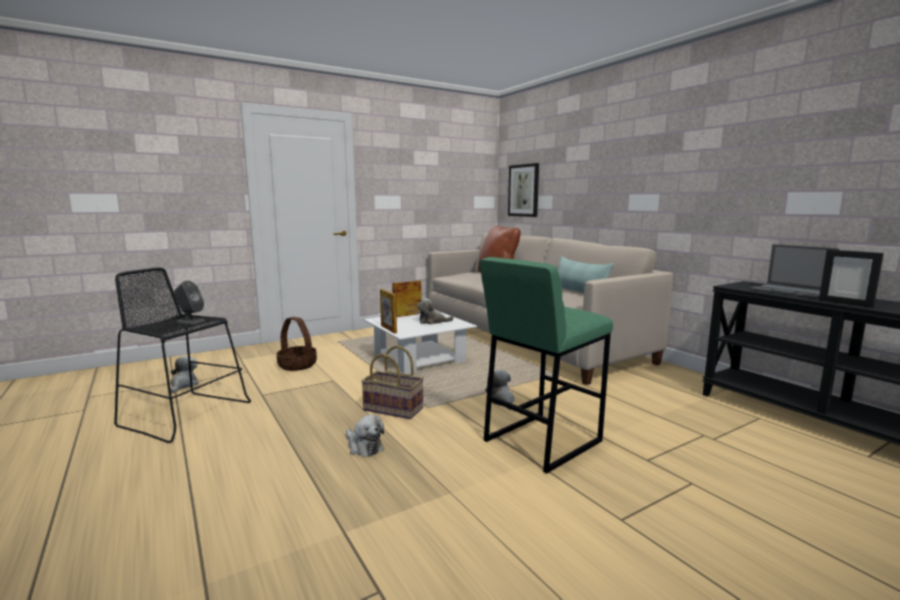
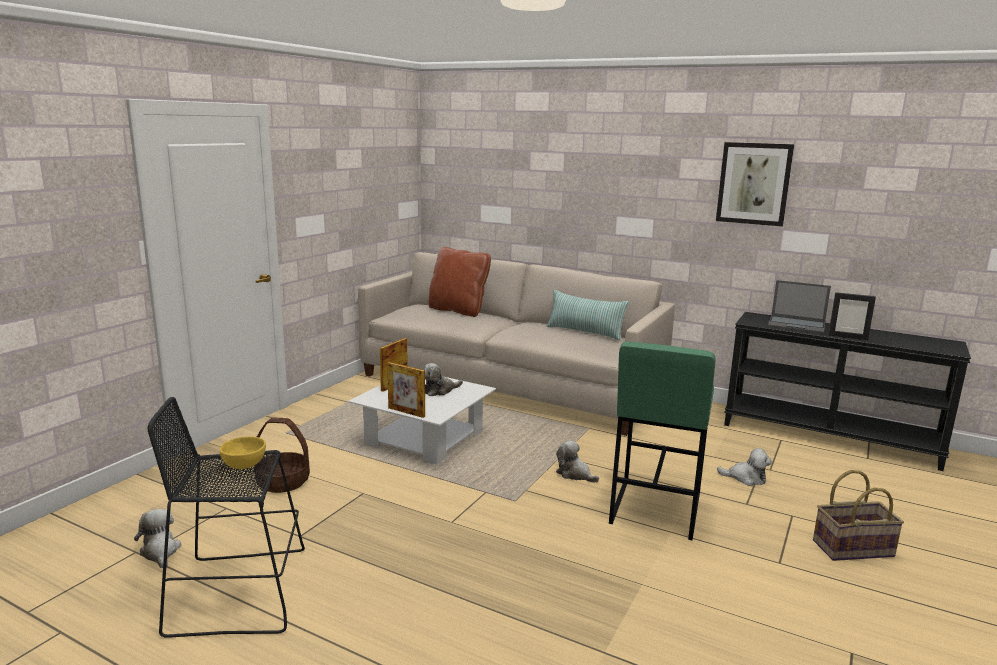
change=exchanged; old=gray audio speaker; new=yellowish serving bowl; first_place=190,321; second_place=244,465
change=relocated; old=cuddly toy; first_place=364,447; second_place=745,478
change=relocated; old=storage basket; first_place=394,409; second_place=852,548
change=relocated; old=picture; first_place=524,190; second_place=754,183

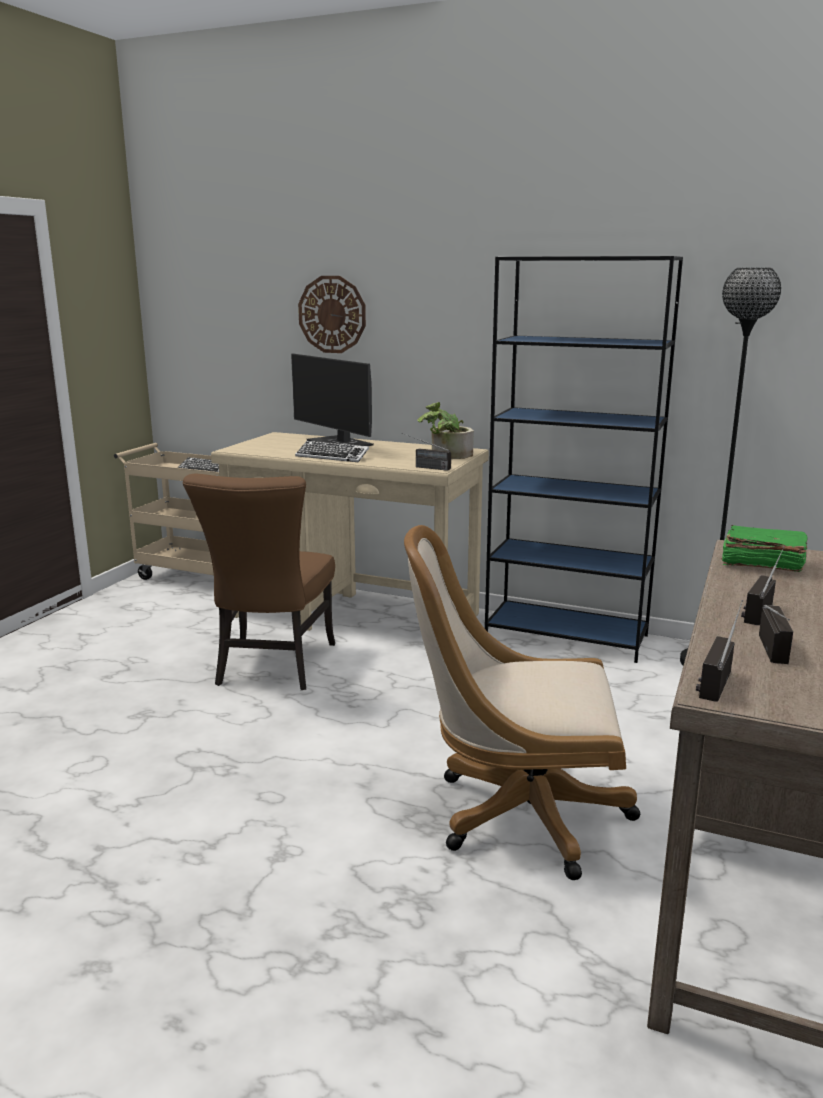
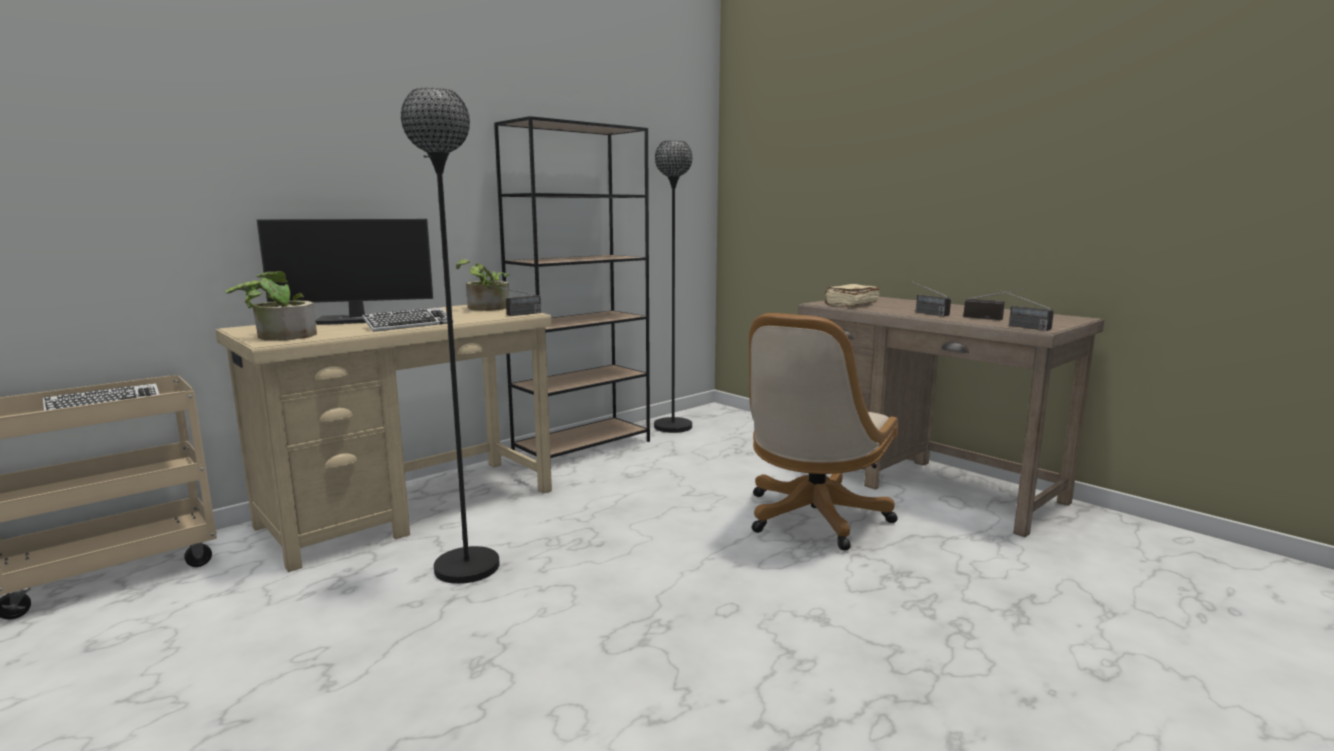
change=exchanged; old=brownish chair; new=black floor lamp; first_place=272,667; second_place=467,568
change=missing; old=wall clock; first_place=332,314
change=colour; old=blue-coloured bookcase; new=beige bookcase; first_place=567,636; second_place=583,448
change=colour; old=green-coloured bound book; new=beige bound book; first_place=761,563; second_place=850,304
change=appeared; new=potted plant; second_place=279,336

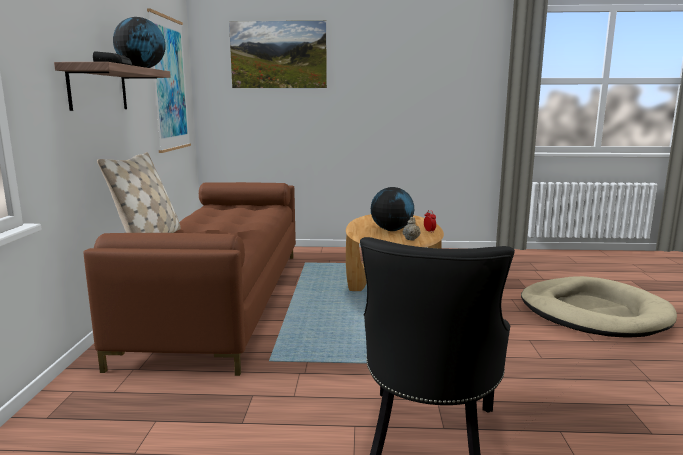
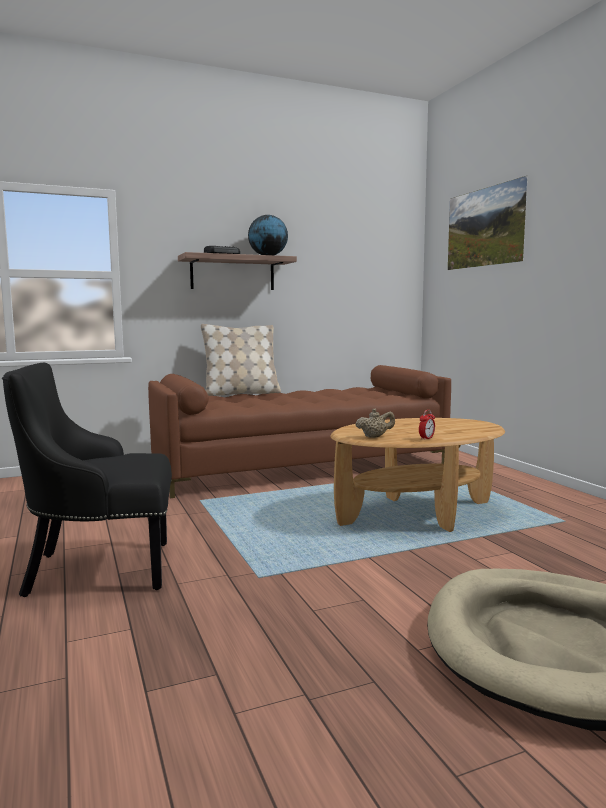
change=missing; old=picture; first_place=169,84
change=missing; old=world globe; first_place=391,230

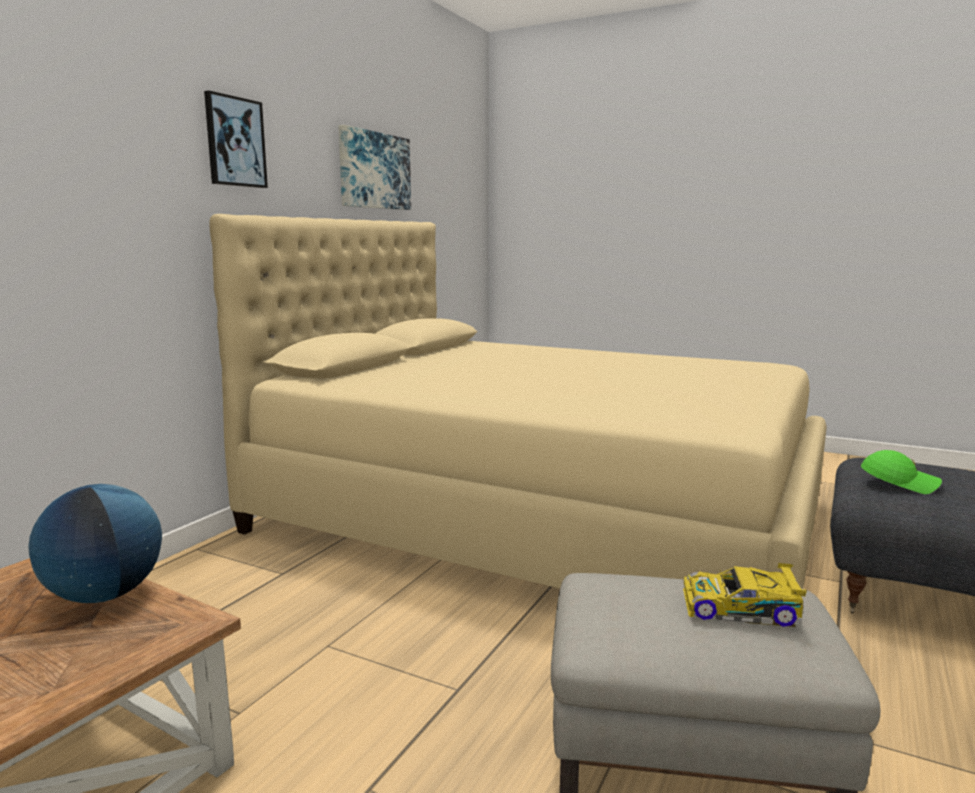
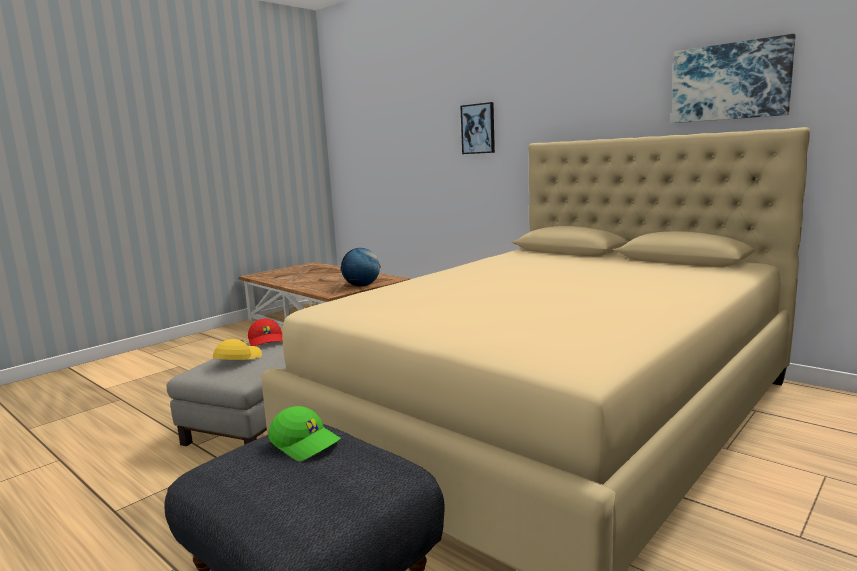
change=relocated; old=picture; first_place=235,142; second_place=478,128
change=exchanged; old=toy car; new=yellowish peaked cap; first_place=742,609; second_place=237,359
change=spun; old=green-coloured peaked cap; first_place=899,483; second_place=306,443; degrees=-90
change=appeared; new=red peaked cap; second_place=267,341

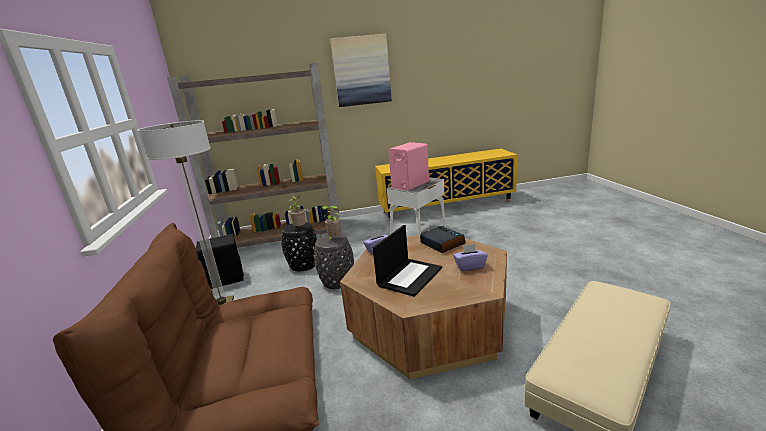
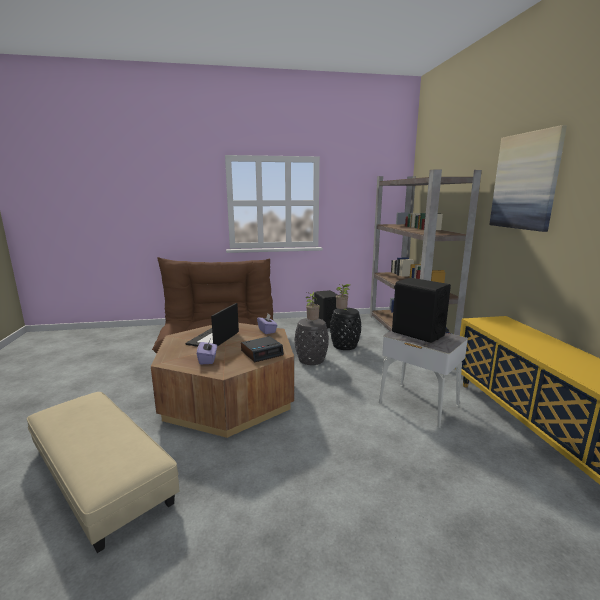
change=missing; old=floor lamp; first_place=222,304
change=spun; old=notebook computer; first_place=409,276; second_place=213,339; degrees=75
change=colour; old=pink-coloured audio speaker; new=black audio speaker; first_place=410,185; second_place=417,333

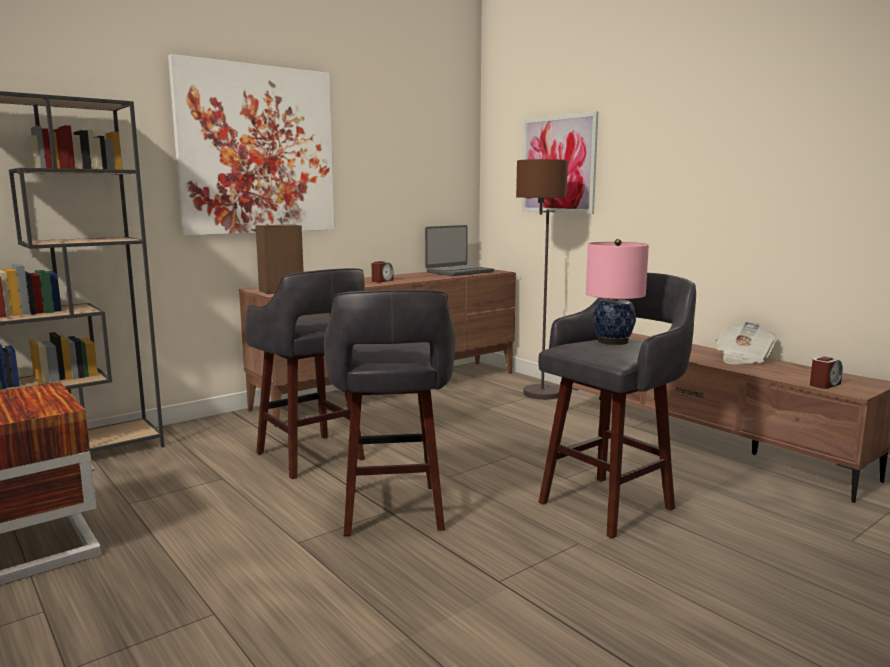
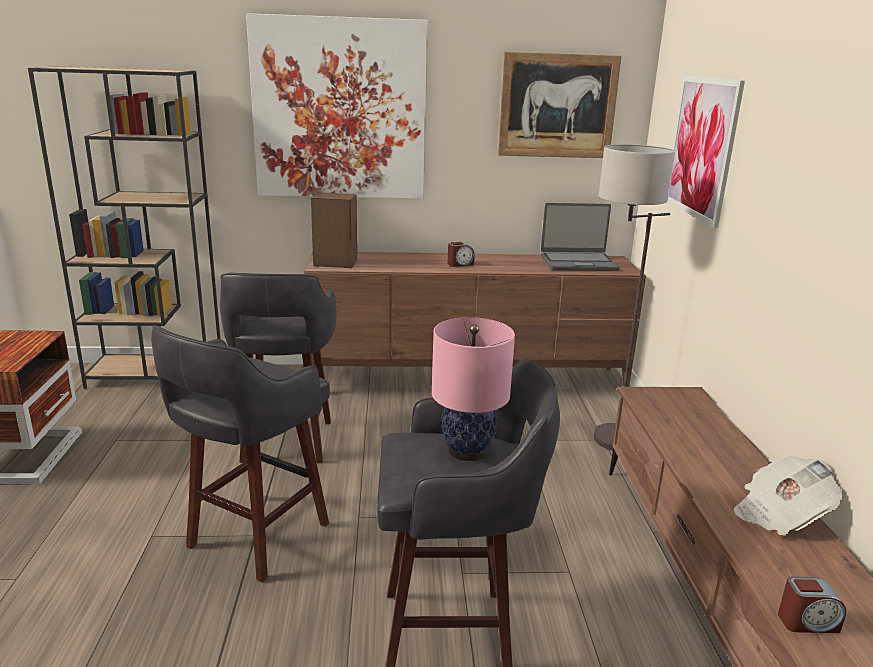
change=colour; old=brownish floor lamp; new=gray floor lamp; first_place=537,397; second_place=605,442
change=appeared; new=picture; second_place=557,106

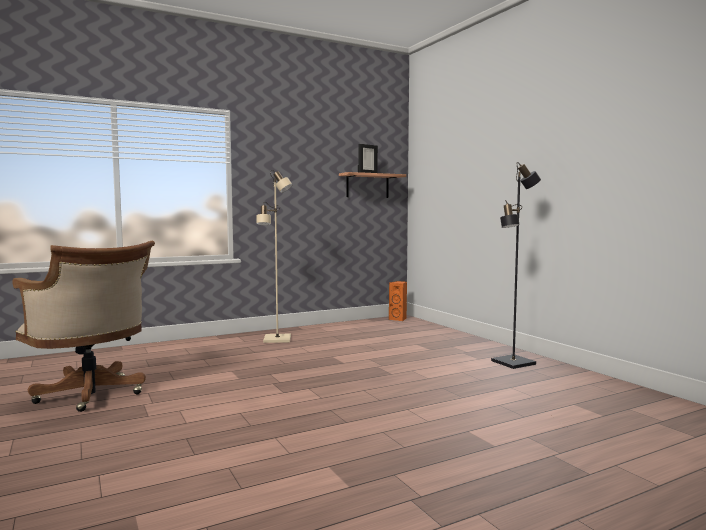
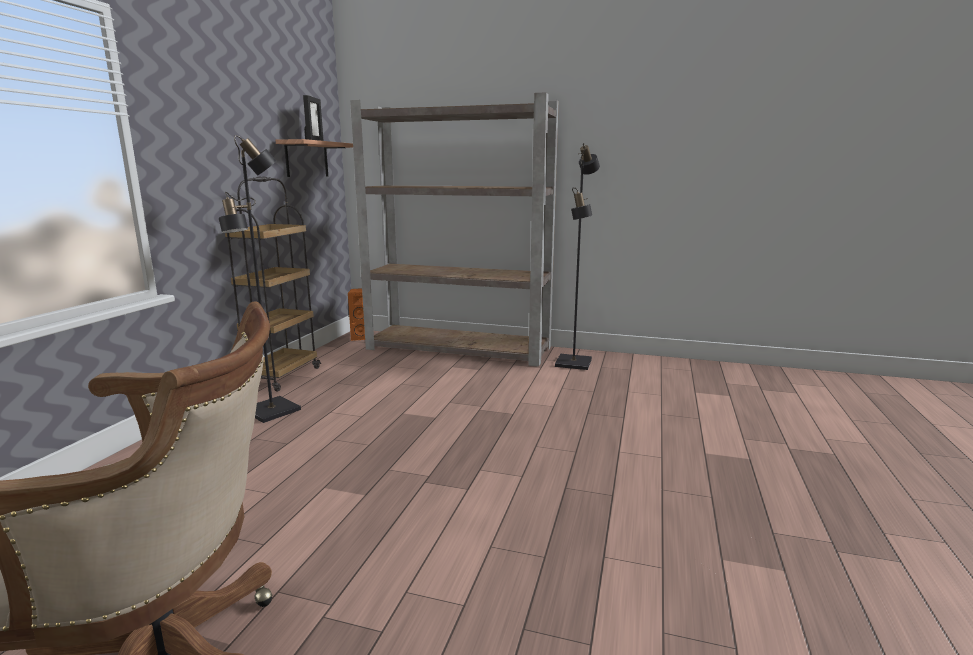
change=colour; old=beige floor lamp; new=black floor lamp; first_place=277,339; second_place=271,410
change=appeared; new=brownish trolley; second_place=283,378
change=appeared; new=brownish bookcase; second_place=459,348

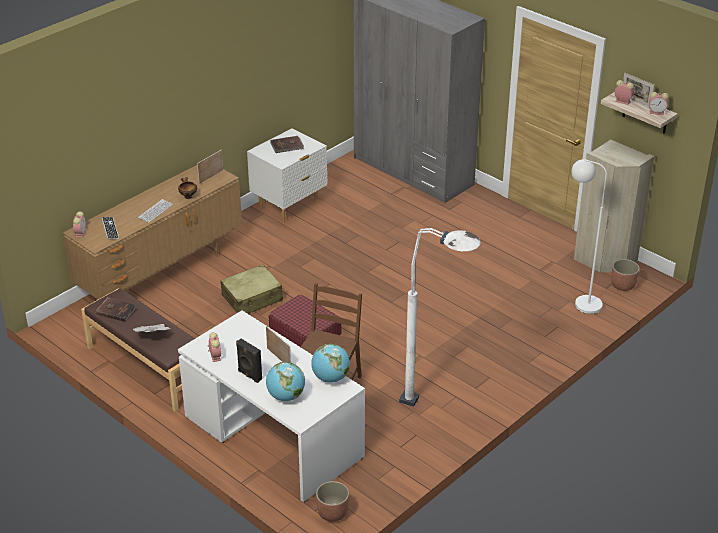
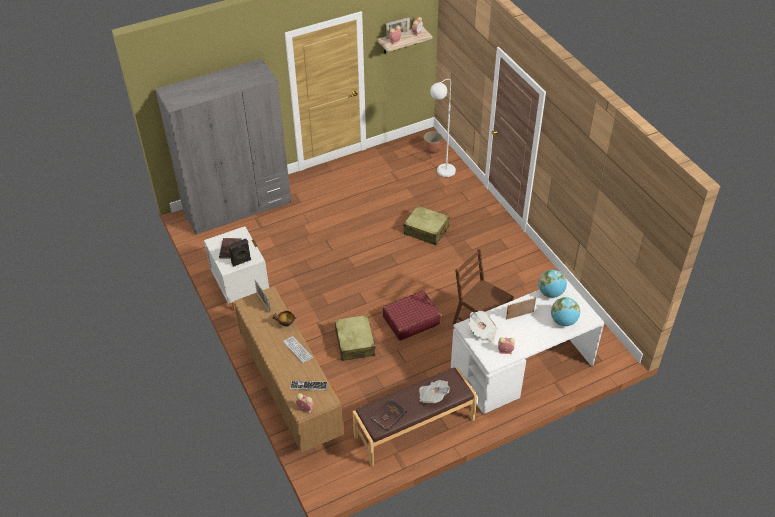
change=relocated; old=black audio speaker; first_place=249,375; second_place=241,262
change=missing; old=flower pot; first_place=332,513
change=missing; old=whitish floor lamp; first_place=439,409
change=missing; old=beige storage cabinet; first_place=605,259
change=appeared; new=beige piece of luggage; second_place=426,230
change=appeared; new=printed paper; second_place=482,332

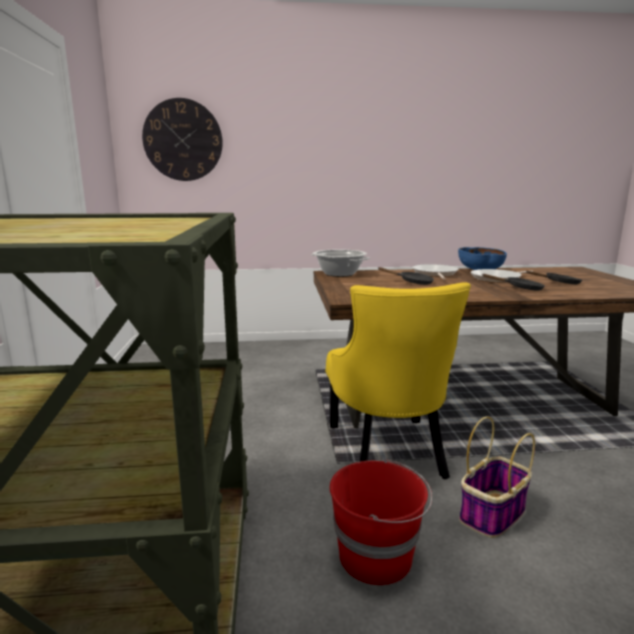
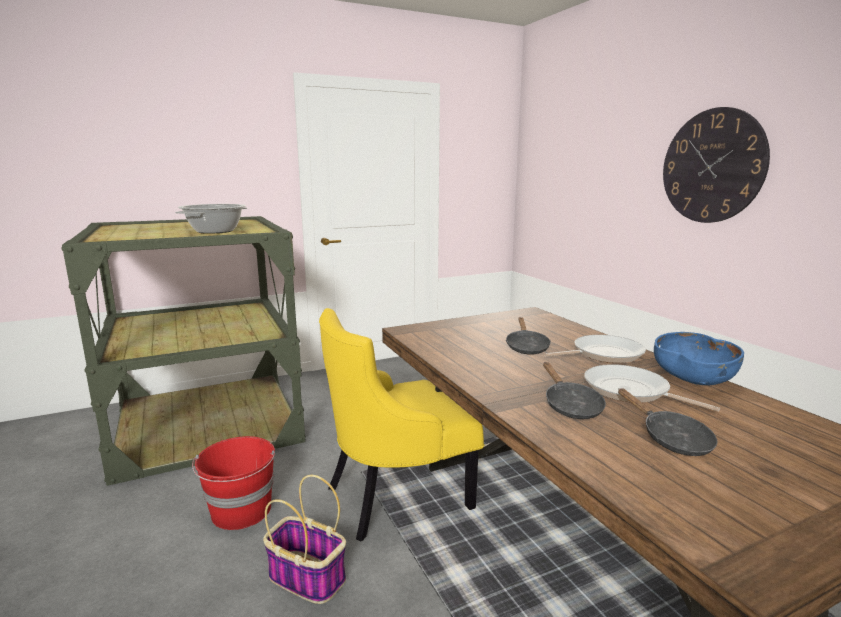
change=relocated; old=wall clock; first_place=183,140; second_place=712,166
change=relocated; old=saucepot; first_place=339,274; second_place=215,231

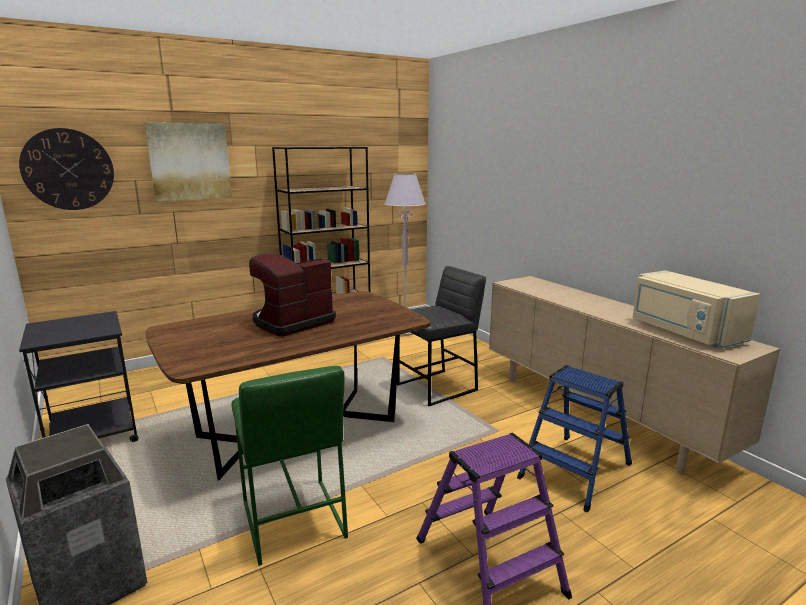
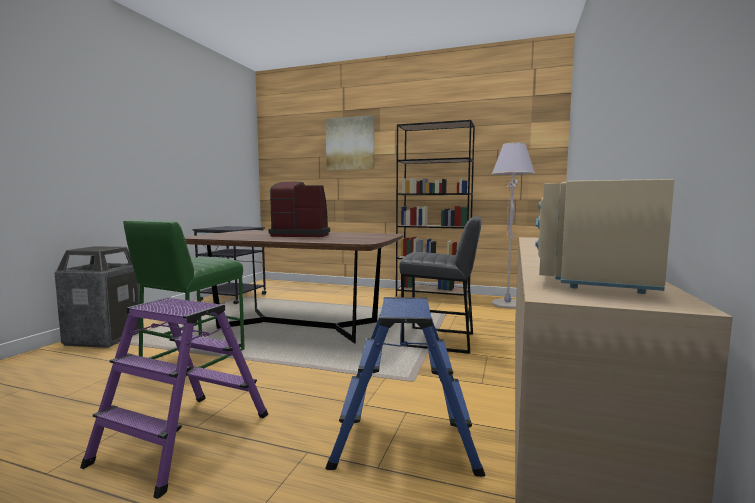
change=missing; old=wall clock; first_place=68,169

